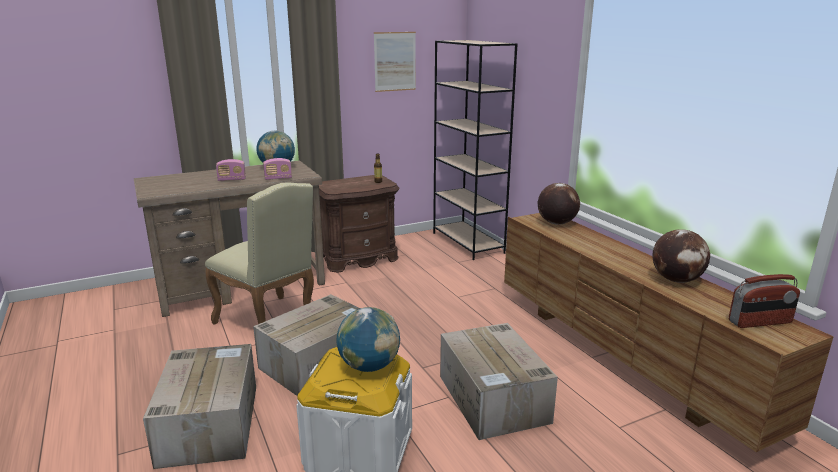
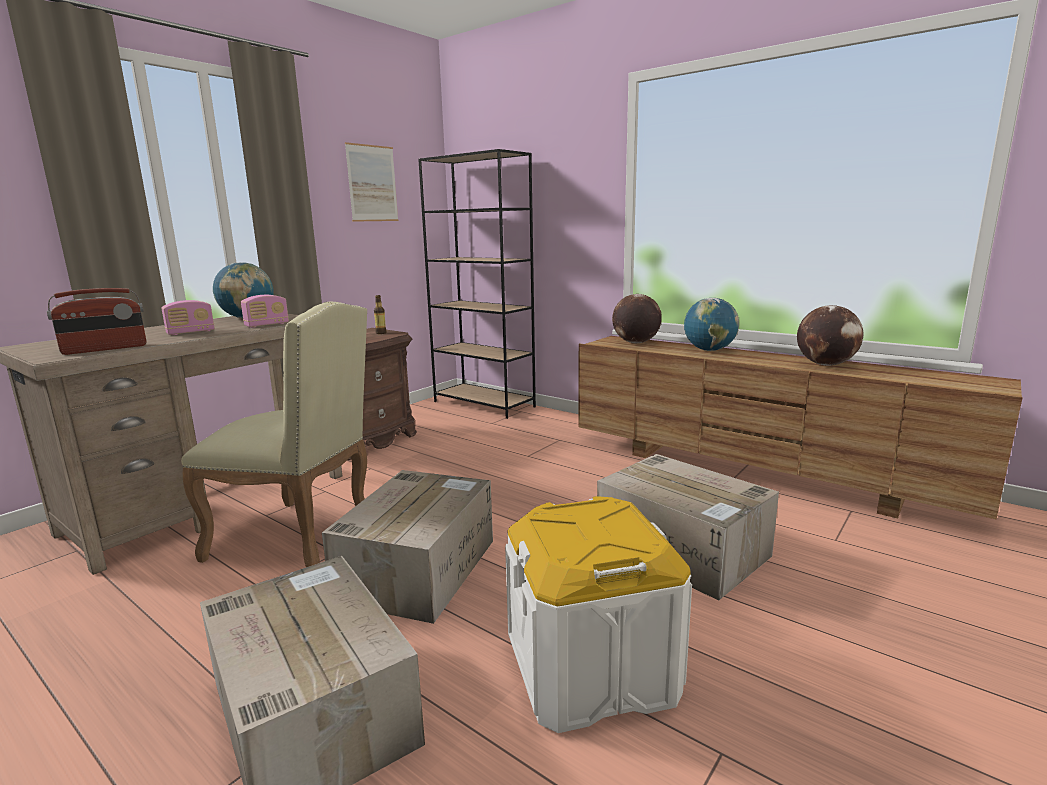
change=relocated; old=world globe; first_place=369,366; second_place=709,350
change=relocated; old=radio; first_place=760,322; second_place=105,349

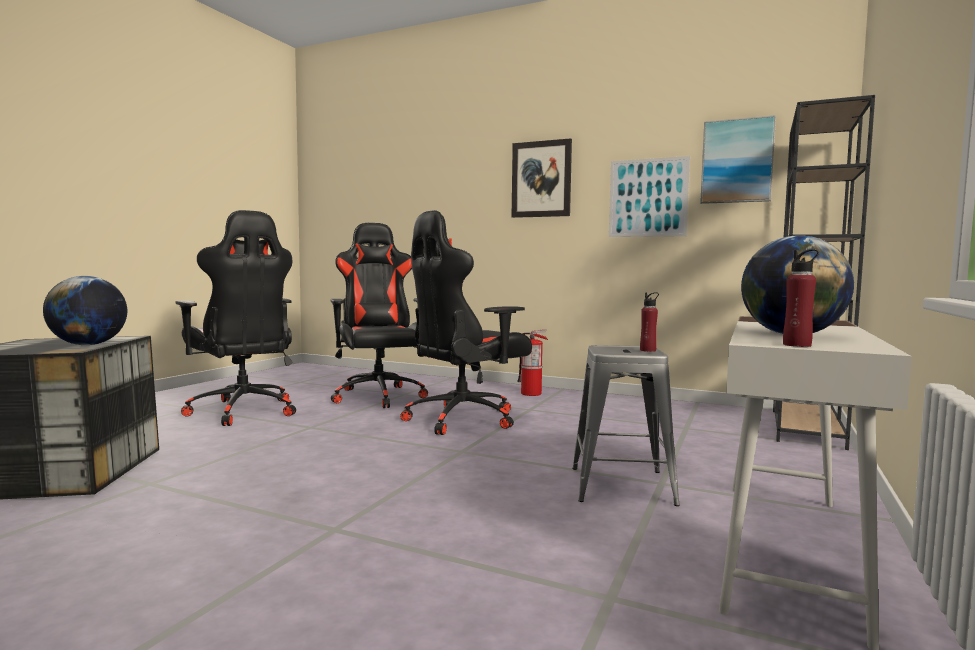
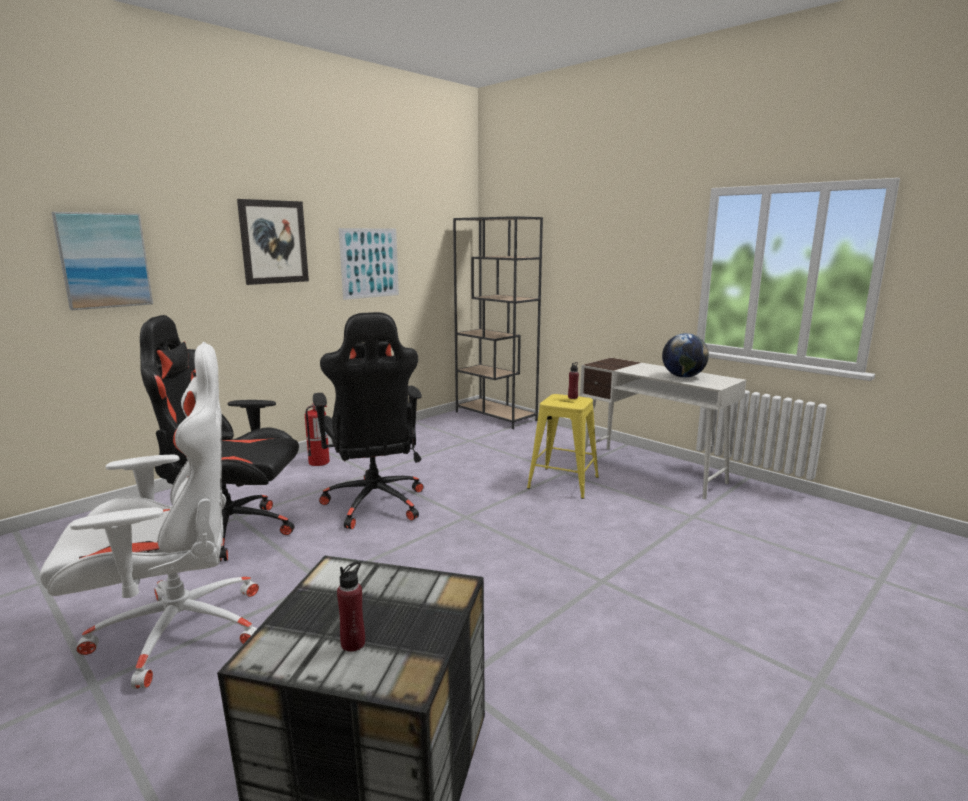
change=missing; old=world globe; first_place=88,345
change=colour; old=black desk chair; new=whitish desk chair; first_place=240,409; second_place=167,634
change=colour; old=gray stool; new=yellowish stool; first_place=622,486; second_place=564,482
change=relocated; old=picture; first_place=737,161; second_place=104,260
change=relocated; old=red beverage bottle; first_place=797,345; second_place=353,643

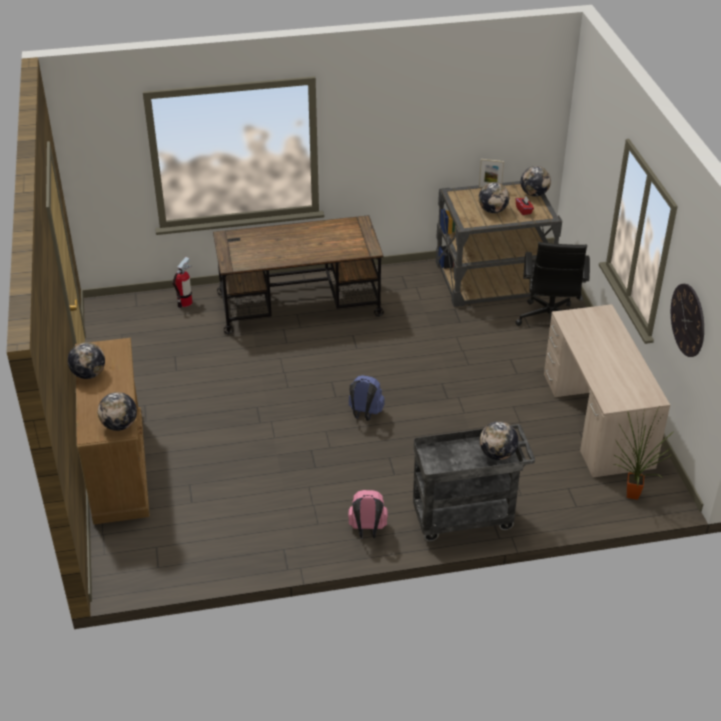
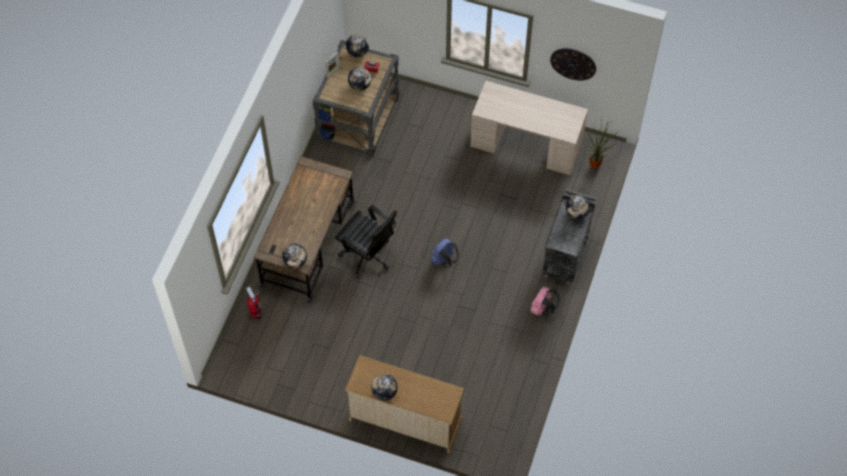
change=relocated; old=world globe; first_place=119,425; second_place=295,262
change=relocated; old=black desk chair; first_place=549,323; second_place=368,257

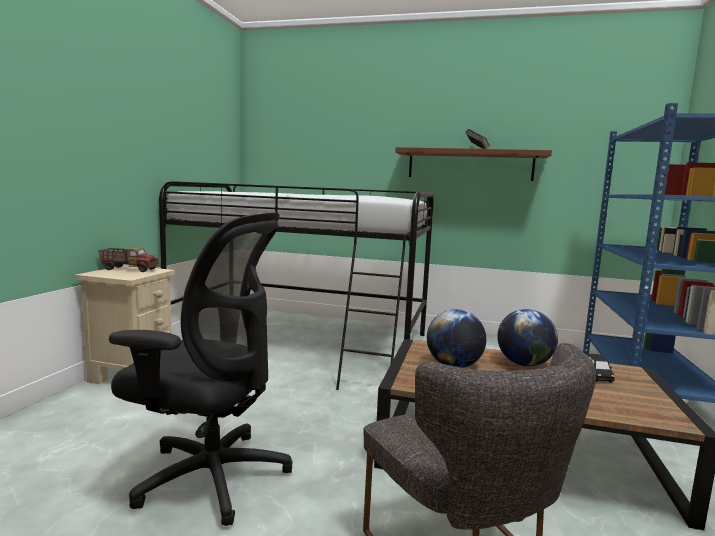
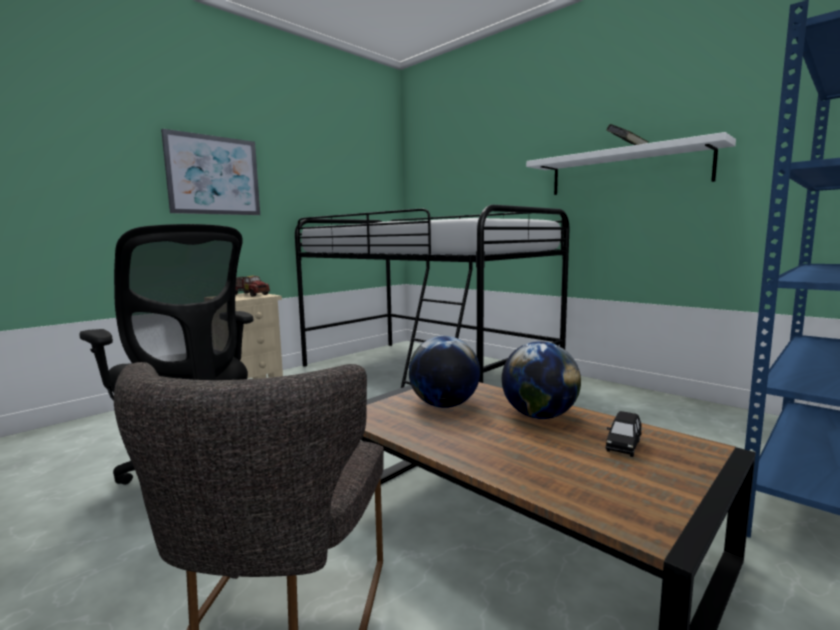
change=colour; old=brownish shelf; new=whitish shelf; first_place=470,165; second_place=626,171
change=appeared; new=picture; second_place=214,175

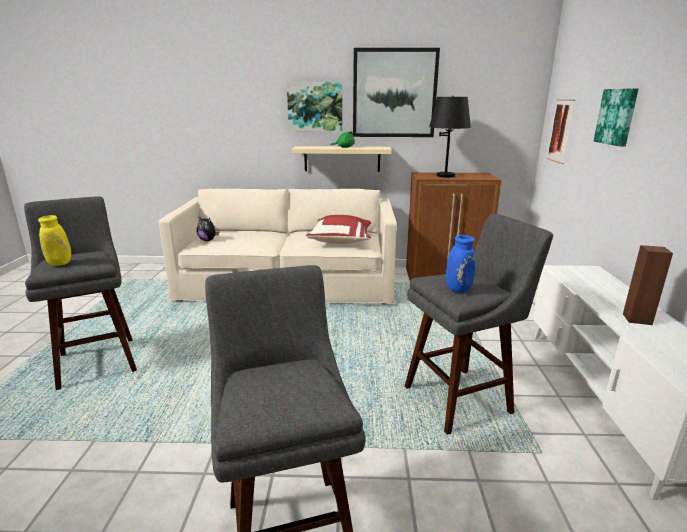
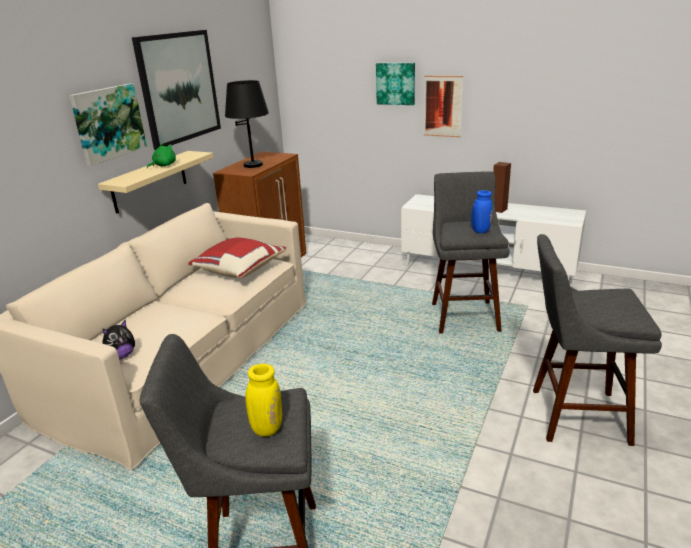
change=relocated; old=picture; first_place=560,131; second_place=442,106

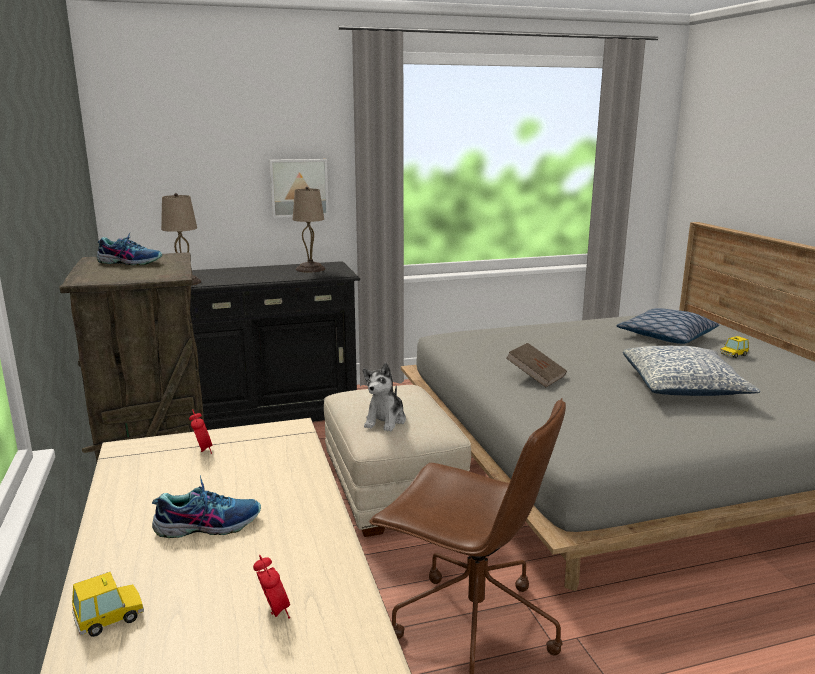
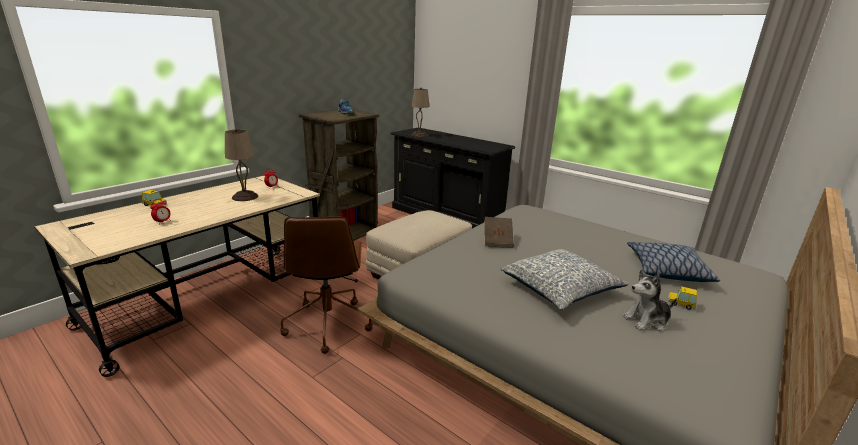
change=missing; old=shoe; first_place=208,524
change=missing; old=picture; first_place=299,187
change=relocated; old=beige tabletop lamp; first_place=309,269; second_place=244,196
change=relocated; old=cuddly toy; first_place=385,421; second_place=647,321

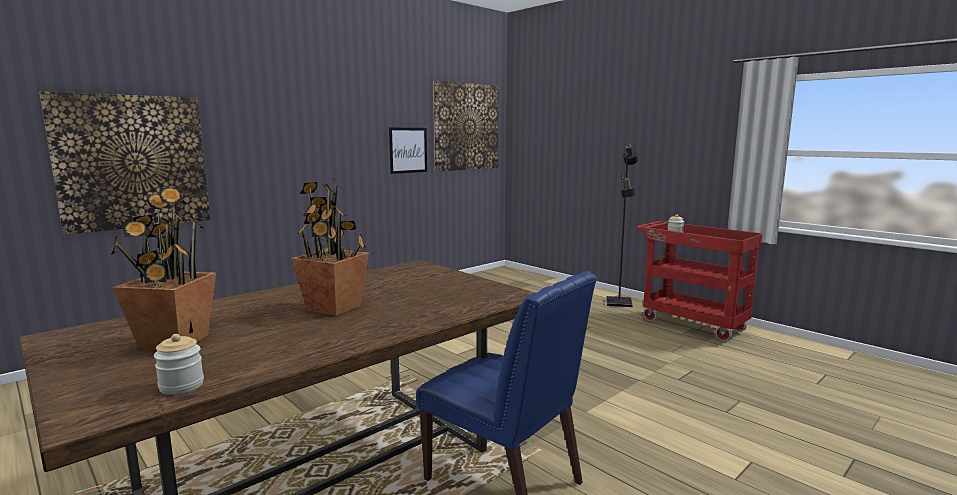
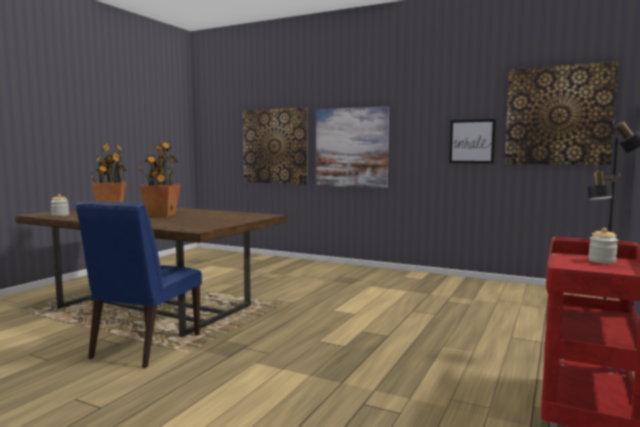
change=appeared; new=picture; second_place=351,147

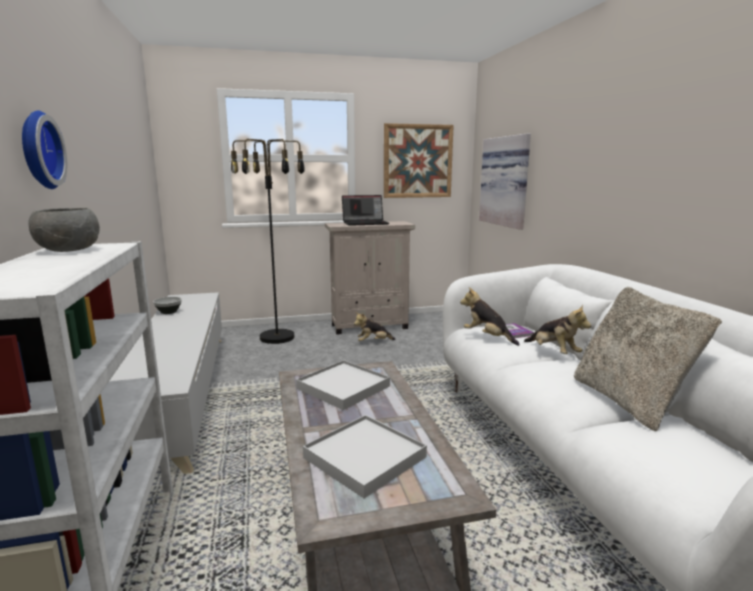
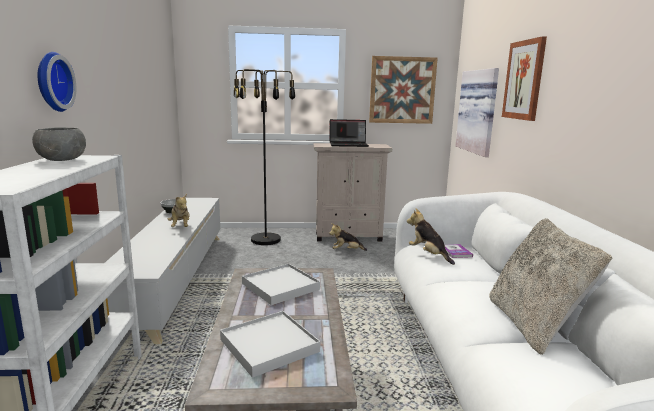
change=relocated; old=cuddly toy; first_place=553,352; second_place=180,227
change=appeared; new=picture; second_place=524,80

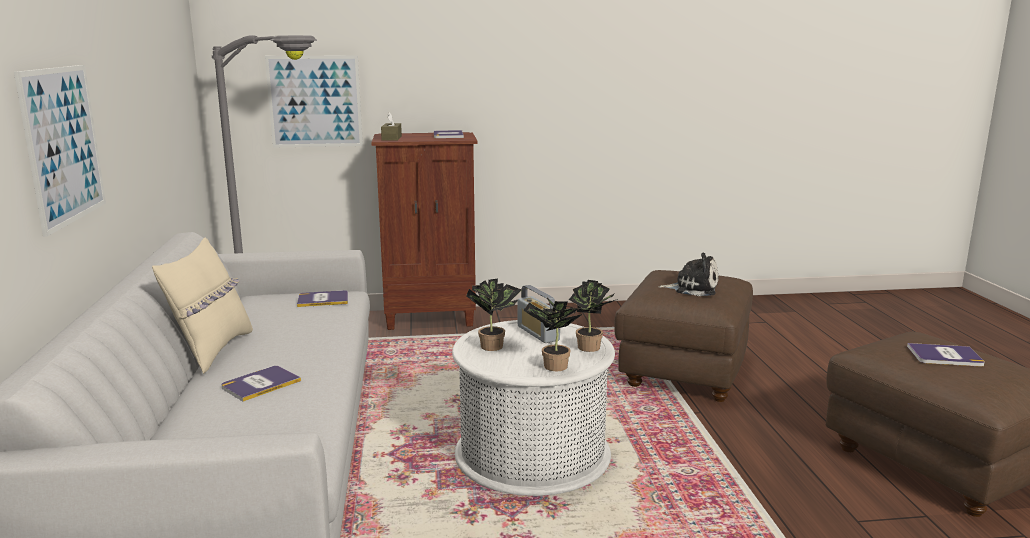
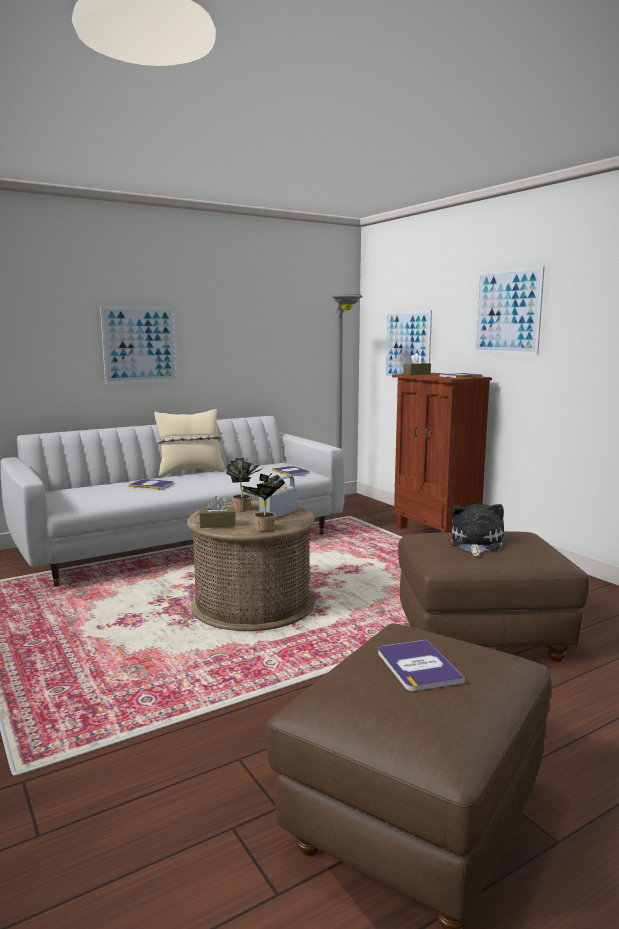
change=colour; old=whitish lounge table; new=brownish lounge table; first_place=532,453; second_place=253,604
change=exchanged; old=potted plant; new=brownish tissue box; first_place=551,366; second_place=217,524
change=spun; old=cuddly toy; first_place=693,288; second_place=475,544; degrees=-150
change=appeared; new=picture; second_place=507,312

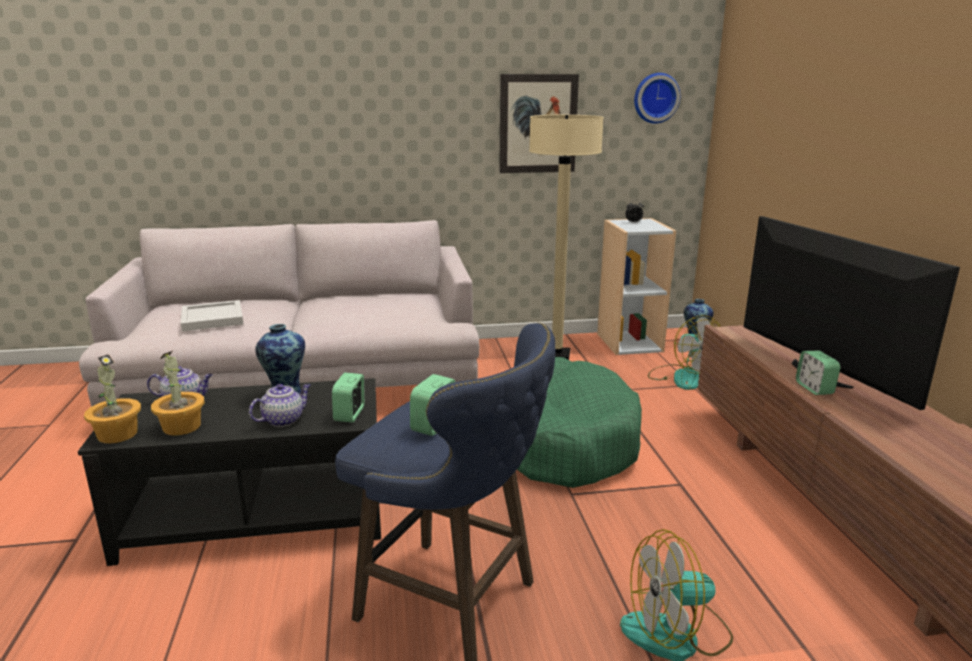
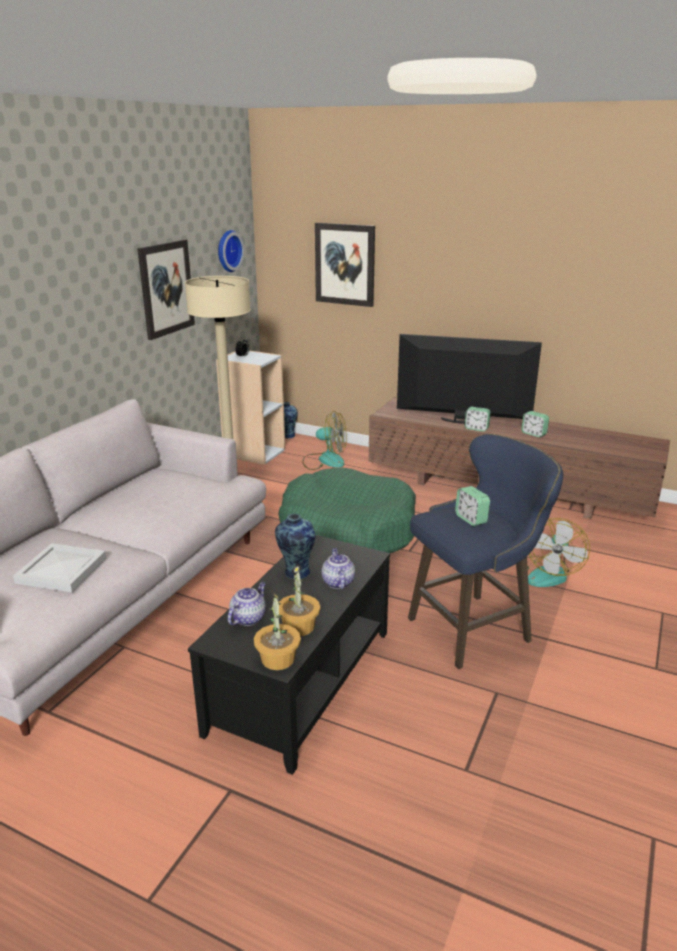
change=relocated; old=alarm clock; first_place=350,414; second_place=533,434
change=appeared; new=picture; second_place=345,264

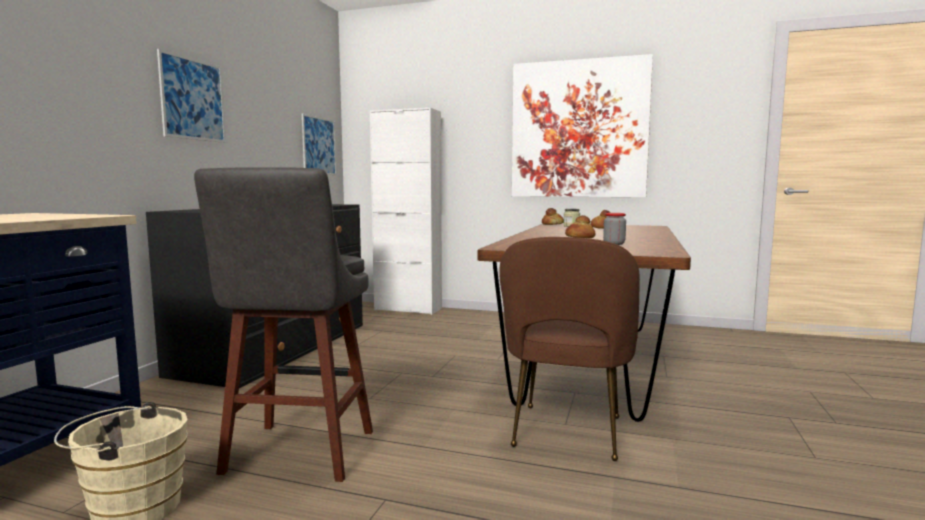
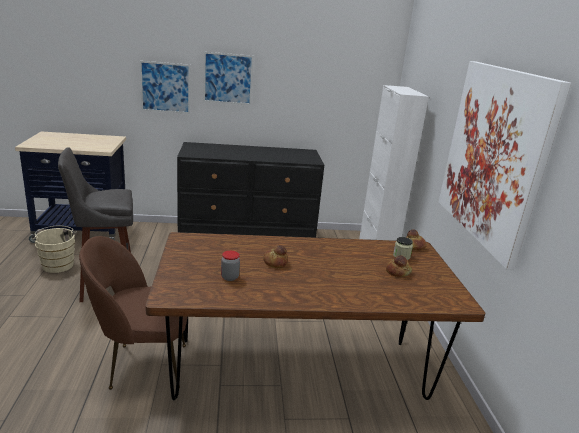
change=relocated; old=picture; first_place=319,146; second_place=165,87

